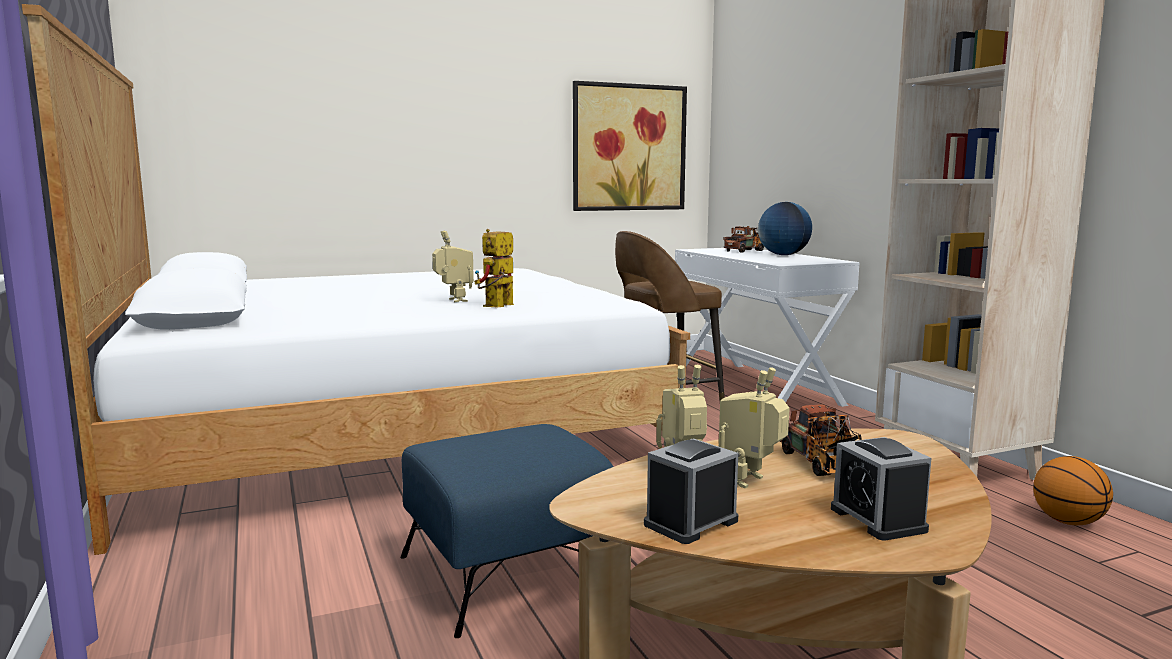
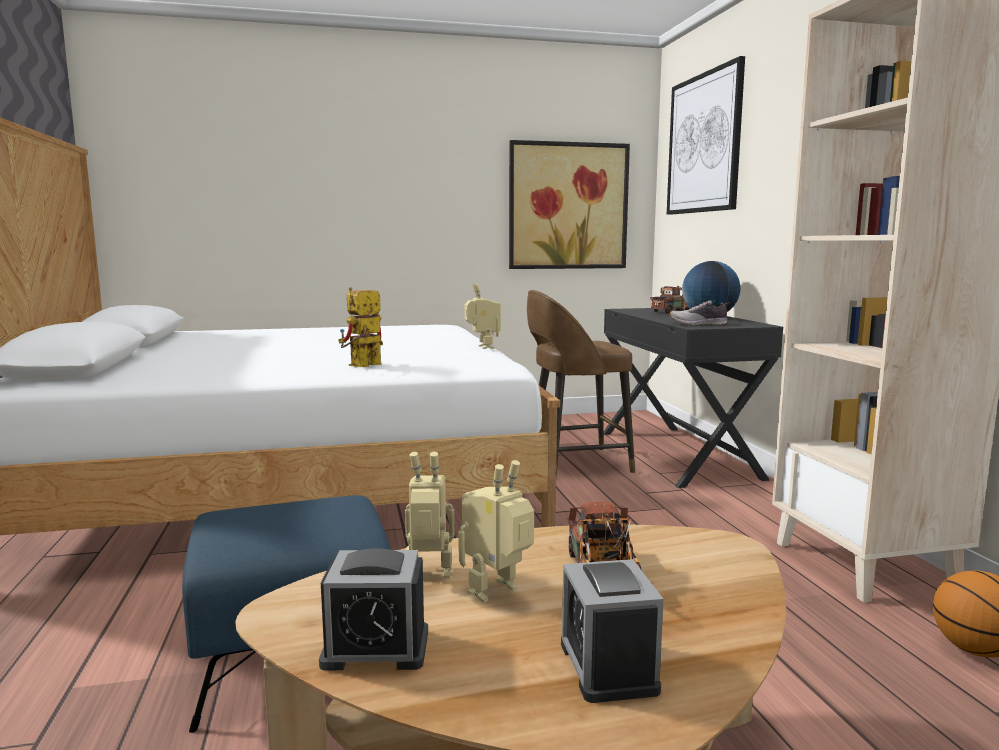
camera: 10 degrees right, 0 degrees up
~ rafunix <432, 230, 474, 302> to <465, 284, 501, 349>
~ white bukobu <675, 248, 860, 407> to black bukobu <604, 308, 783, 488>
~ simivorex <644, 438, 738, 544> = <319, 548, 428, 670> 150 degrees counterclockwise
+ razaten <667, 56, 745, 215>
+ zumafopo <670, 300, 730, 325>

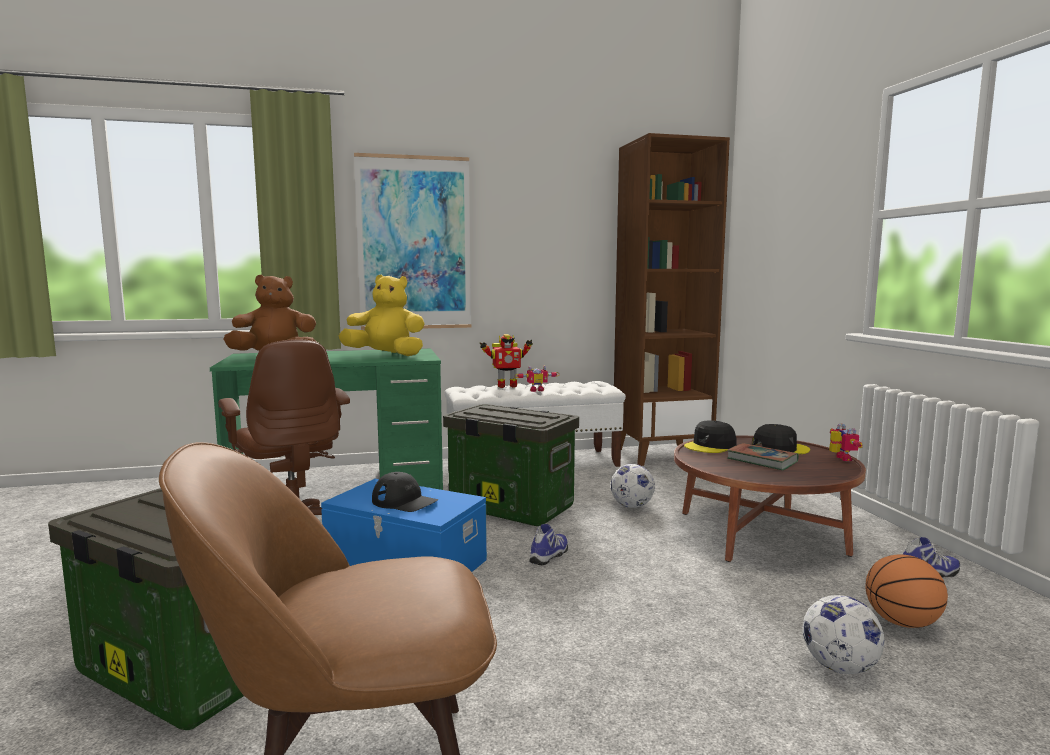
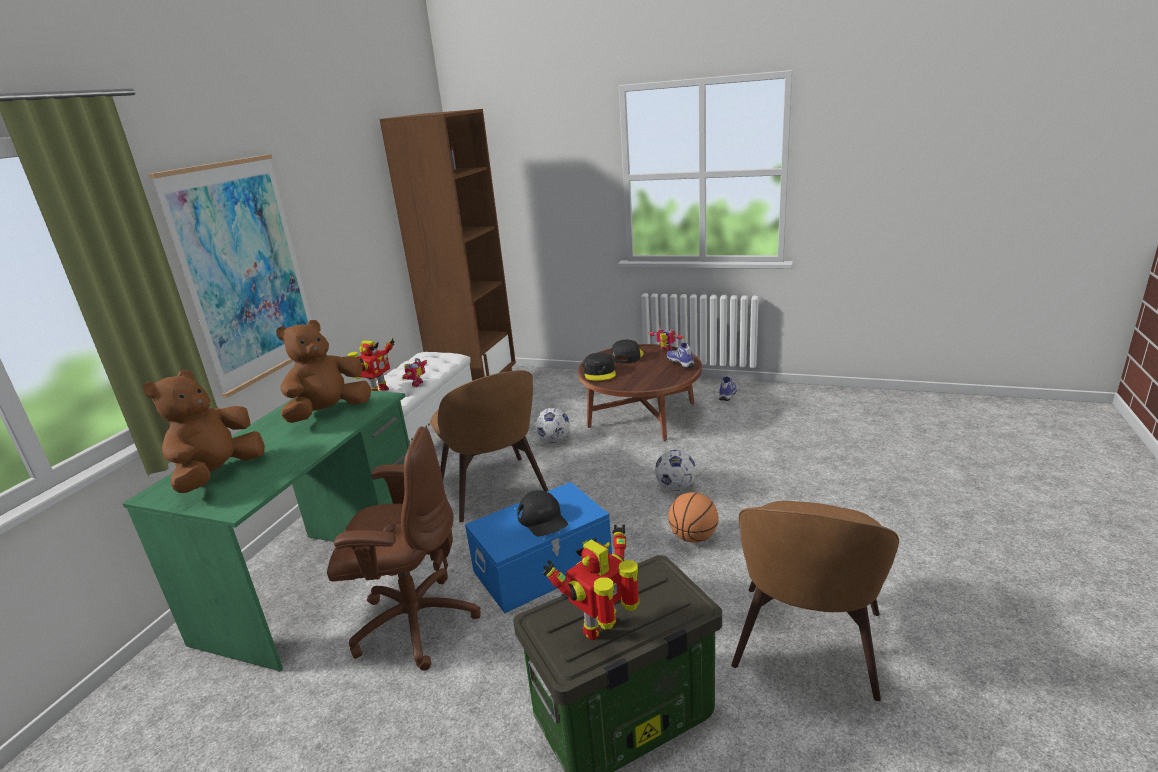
camera: 55 degrees left, 15 degrees up
~ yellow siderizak <339, 274, 425, 356> to brown siderizak <276, 320, 371, 423>
~ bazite <443, 404, 579, 526> to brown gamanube <430, 370, 549, 522>
- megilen <727, 443, 799, 470>
~ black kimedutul <372, 472, 438, 512> = <517, 490, 568, 537> 90 degrees clockwise
~ zumafopo <529, 524, 568, 565> to <667, 343, 695, 369>
~ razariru <865, 554, 948, 628> to <668, 492, 719, 543>
~ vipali <803, 595, 885, 674> to <655, 450, 696, 491>
+ rafunix <543, 525, 640, 640>

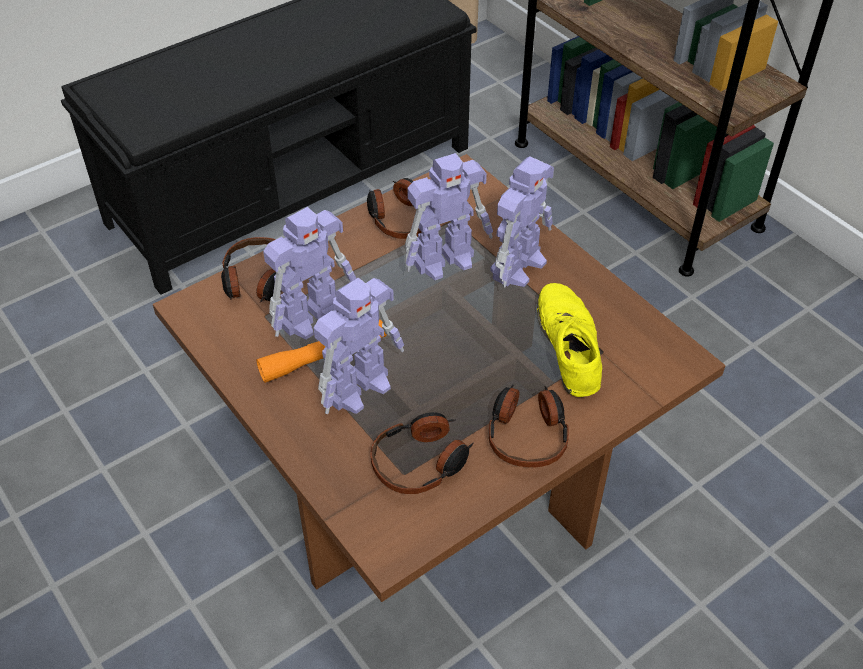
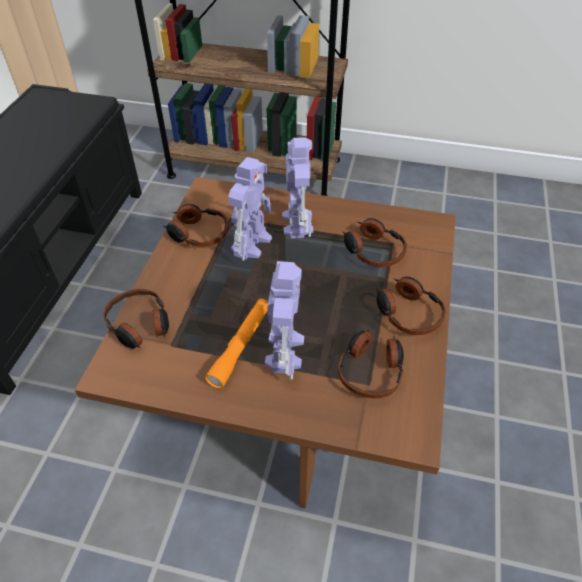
camera: 40 degrees left, 0 degrees up
- rafunix <263, 207, 356, 339>
~ yellow zumafopo <537, 283, 602, 397> to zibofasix <343, 218, 407, 267>

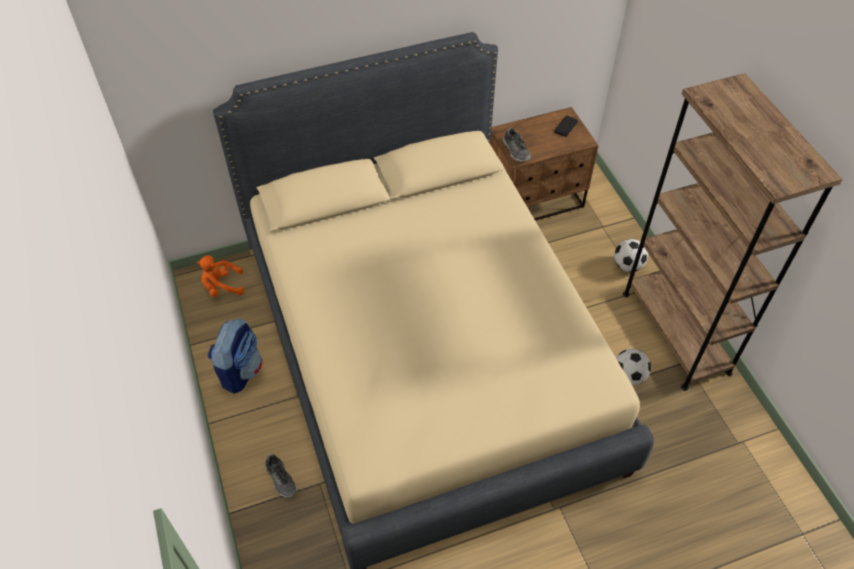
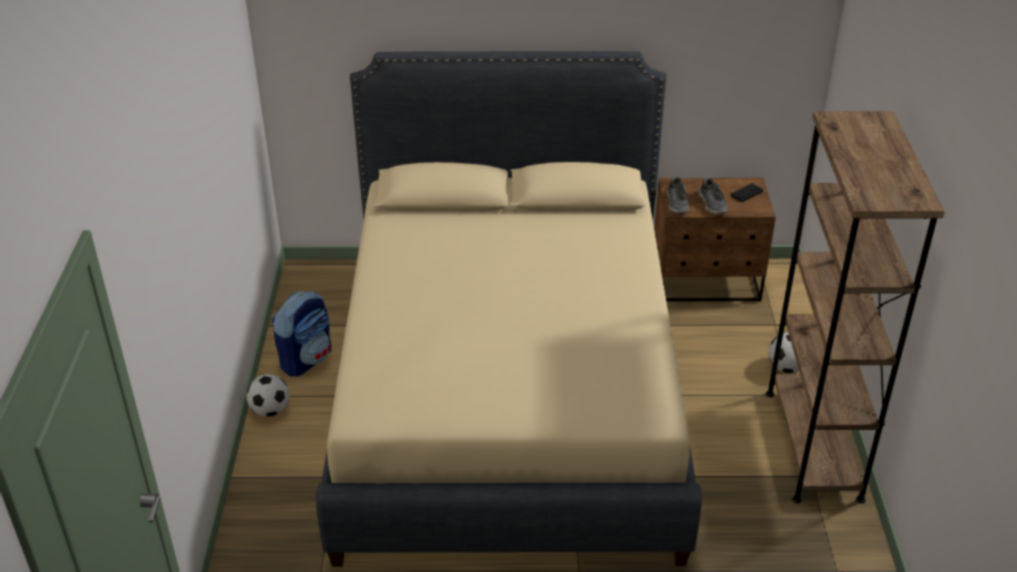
camera: 20 degrees right, 15 degrees down
- orange siderizak <197, 255, 244, 297>
~ vipali <616, 349, 651, 385> to <246, 374, 290, 417>
~ zumafopo <265, 454, 297, 497> to <699, 178, 728, 214>

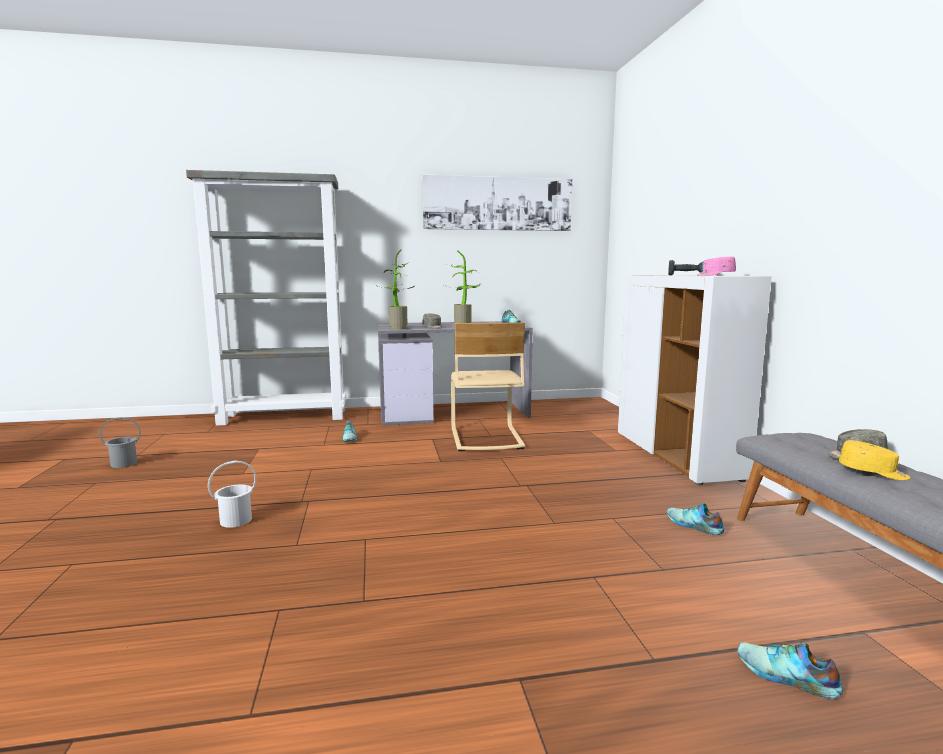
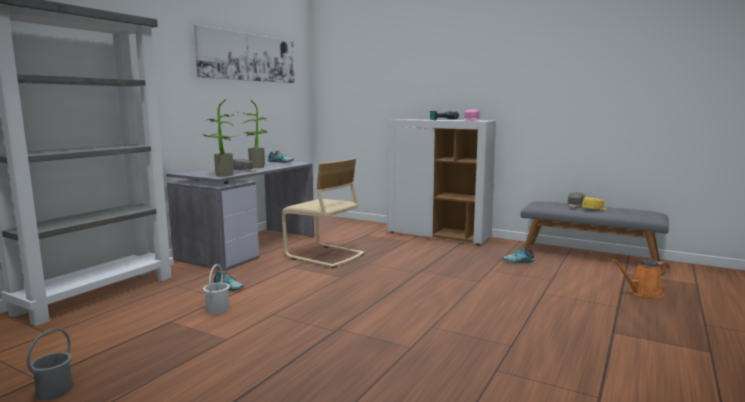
camera: 50 degrees left, 0 degrees up
~ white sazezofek <208, 461, 257, 528> to <203, 264, 230, 314>
~ zumafopo <737, 642, 843, 699> to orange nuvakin <612, 259, 670, 298>

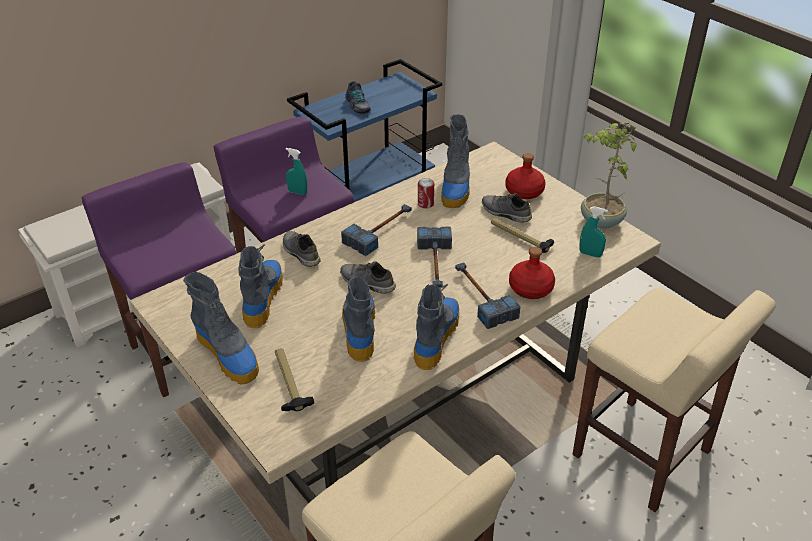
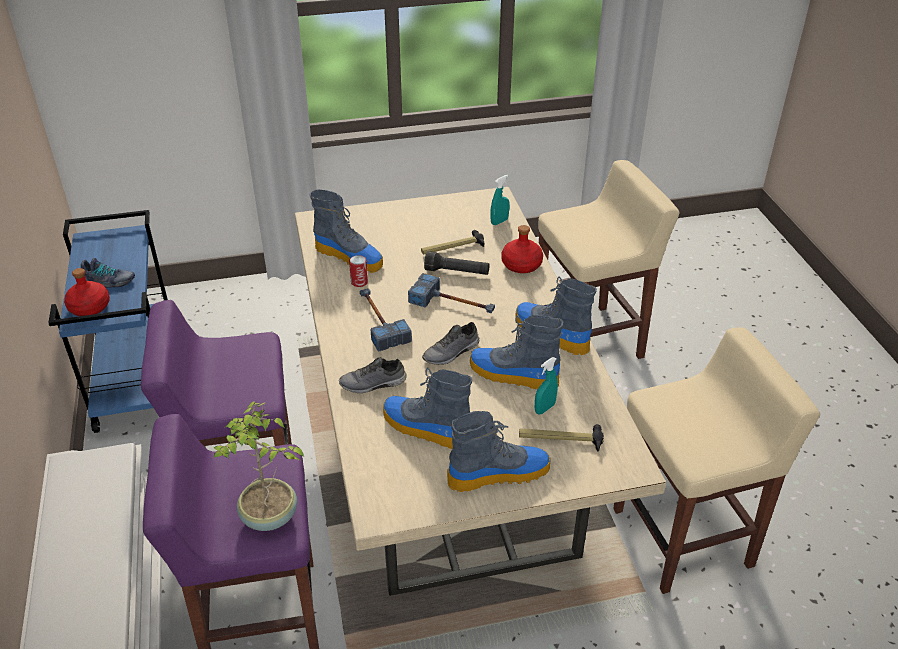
camera: 65 degrees left, 0 degrees up
~ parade <581, 122, 637, 229> to <213, 401, 305, 531>
~ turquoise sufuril <286, 148, 307, 195> to <535, 357, 558, 415>
~ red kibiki <506, 153, 546, 199> to <64, 268, 110, 316>
- grey zumafopo <482, 193, 532, 223>
- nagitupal <455, 262, 520, 329>
+ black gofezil <424, 251, 490, 275>

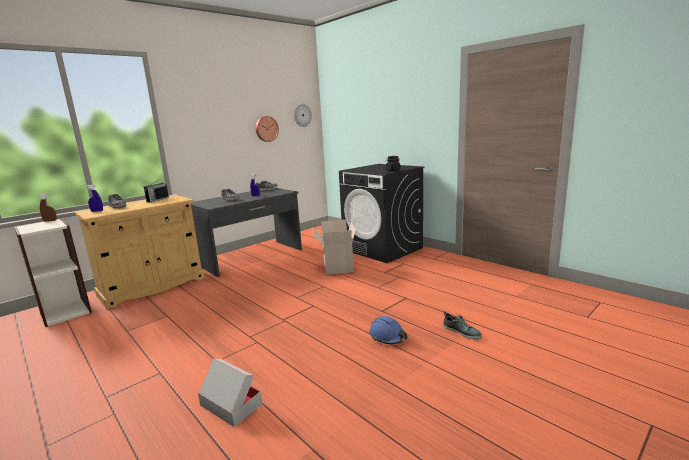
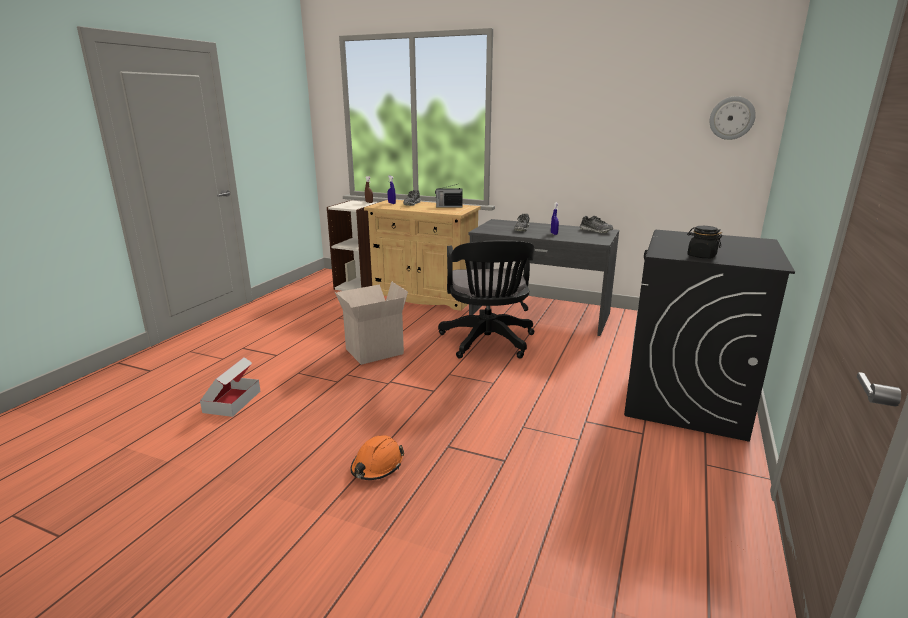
camera: 65 degrees right, 5 degrees up
- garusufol <256, 116, 279, 142>
~ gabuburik <312, 219, 356, 275> to <334, 281, 408, 365>
- zumafopo <443, 311, 482, 339>
~ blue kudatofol <369, 316, 408, 344> to orange kudatofol <350, 435, 404, 480>
+ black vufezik <438, 240, 535, 359>

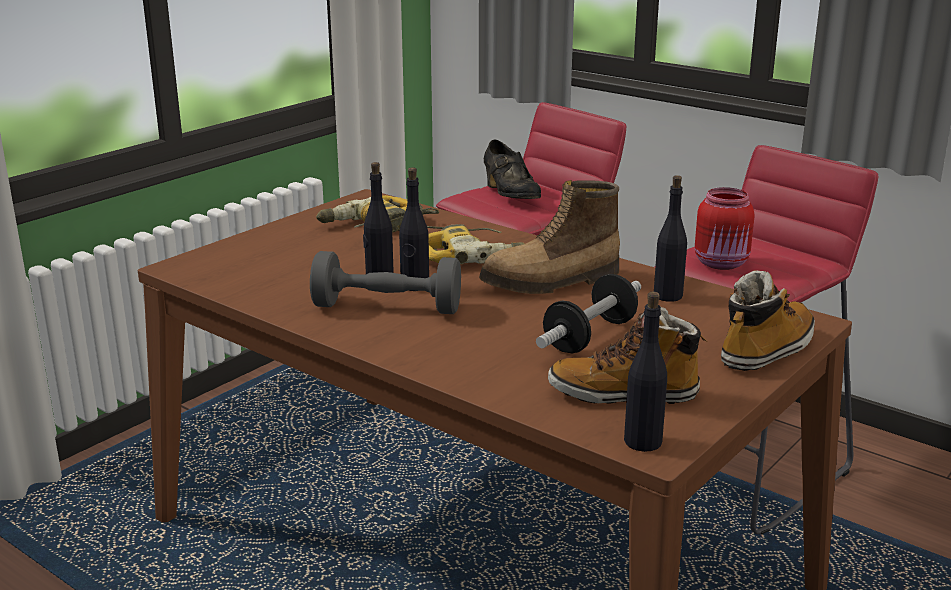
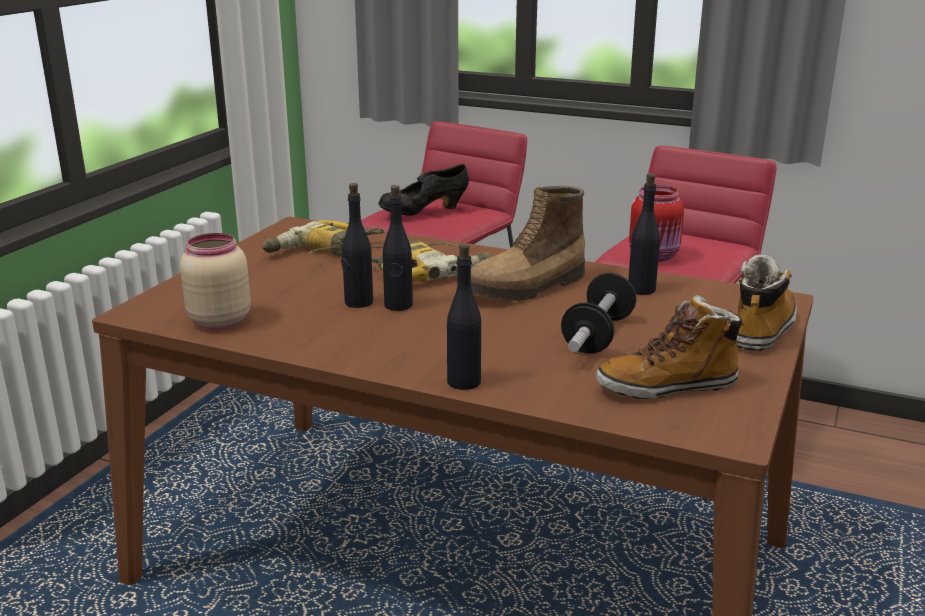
camera: 15 degrees left, 0 degrees up
~ black zumafopo <484, 140, 541, 199> = <378, 164, 469, 216> 105 degrees clockwise
- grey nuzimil <310, 251, 461, 314>
~ black kibiki <624, 292, 667, 452> to <447, 243, 481, 390>
+ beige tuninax <180, 233, 251, 329>

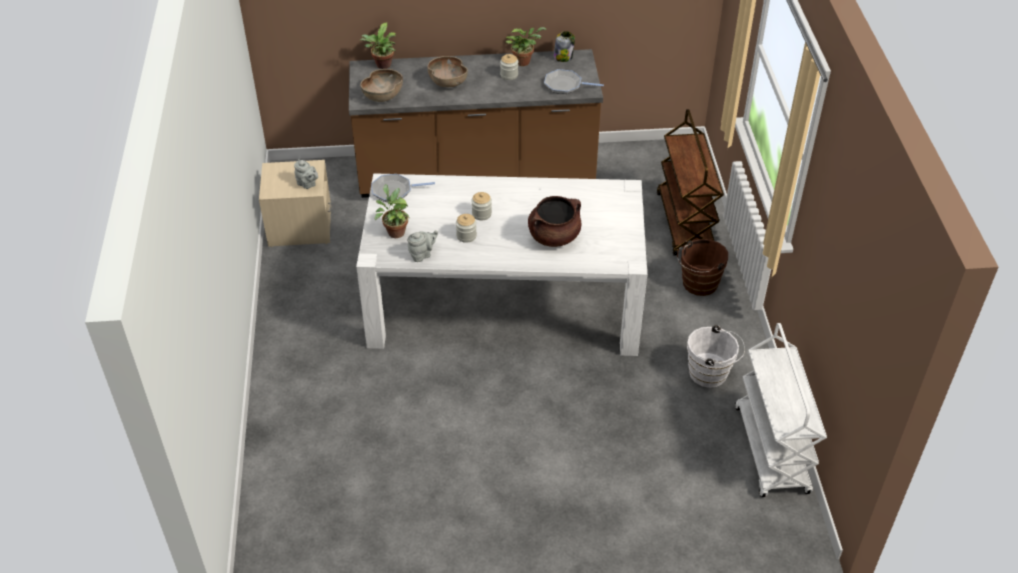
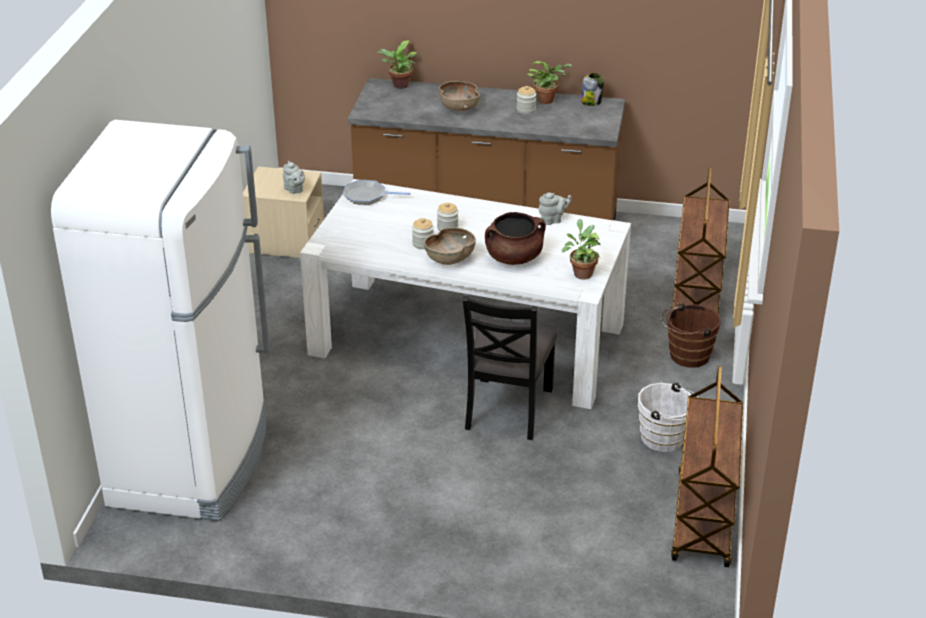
camera: 15 degrees right, 10 degrees down
~ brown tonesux <360, 69, 403, 102> to <424, 227, 476, 265>
- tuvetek <544, 69, 604, 94>
~ parade <374, 184, 410, 238> to <562, 219, 601, 279>
~ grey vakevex <407, 230, 438, 262> to <539, 192, 572, 225>
~ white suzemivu <735, 323, 827, 497> to brown suzemivu <671, 366, 743, 567>
+ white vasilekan <51, 120, 270, 521>
+ black gamanube <463, 296, 557, 440>

